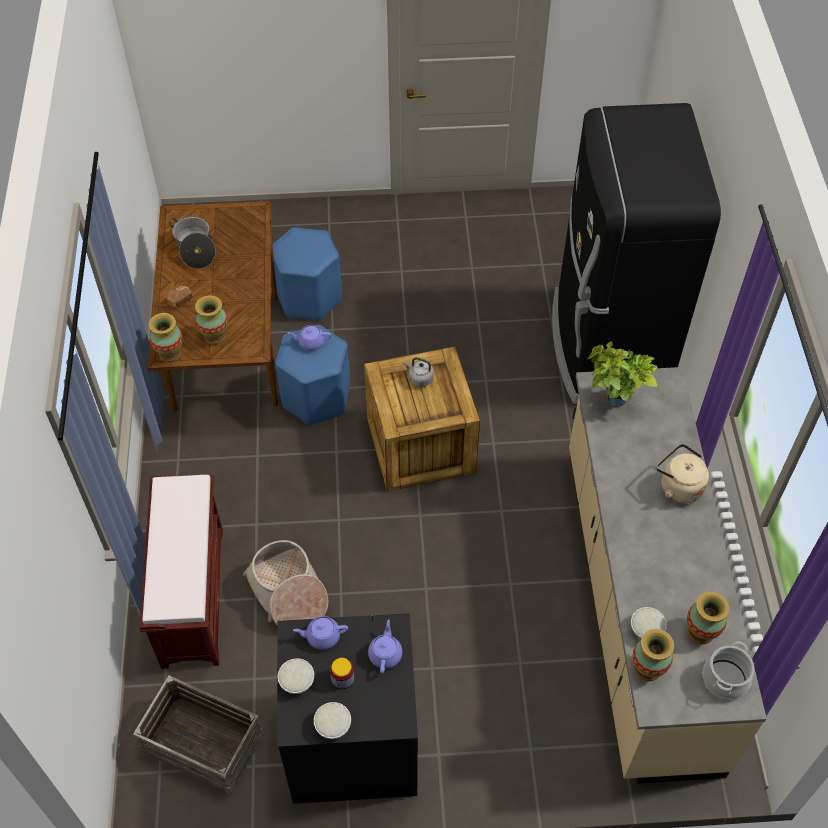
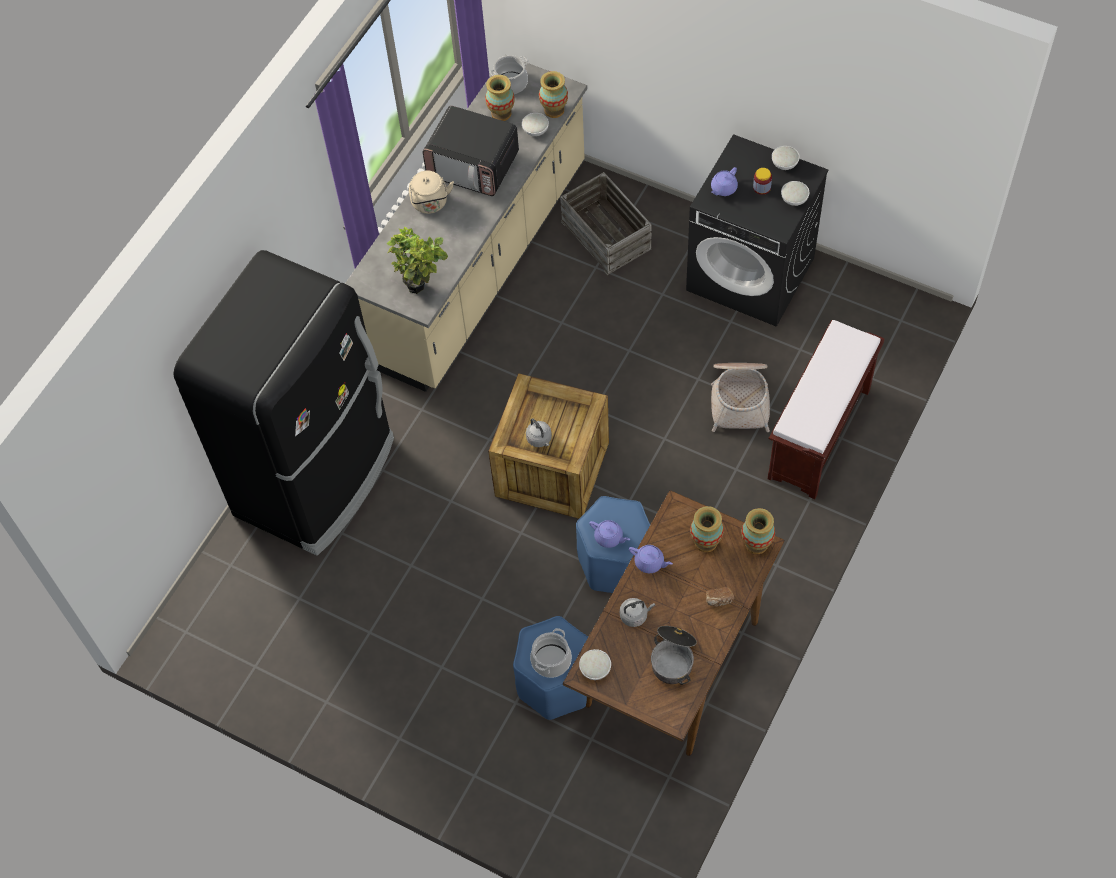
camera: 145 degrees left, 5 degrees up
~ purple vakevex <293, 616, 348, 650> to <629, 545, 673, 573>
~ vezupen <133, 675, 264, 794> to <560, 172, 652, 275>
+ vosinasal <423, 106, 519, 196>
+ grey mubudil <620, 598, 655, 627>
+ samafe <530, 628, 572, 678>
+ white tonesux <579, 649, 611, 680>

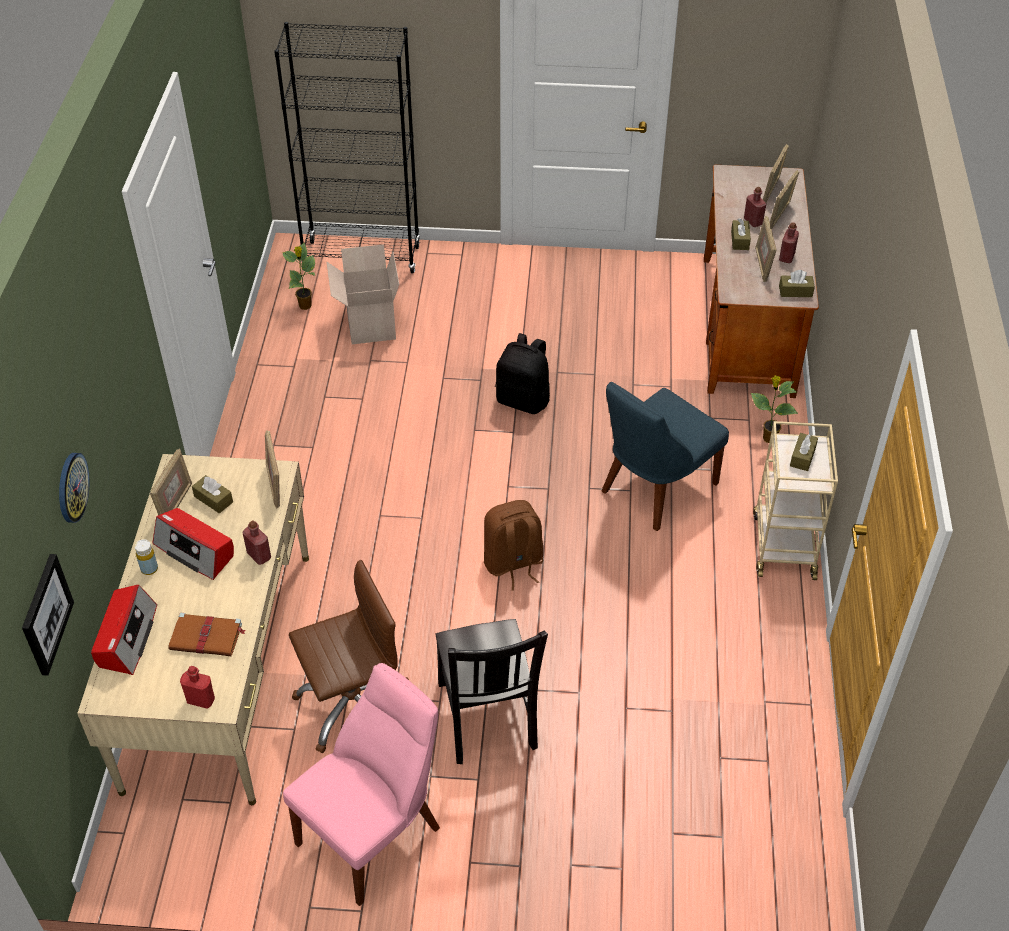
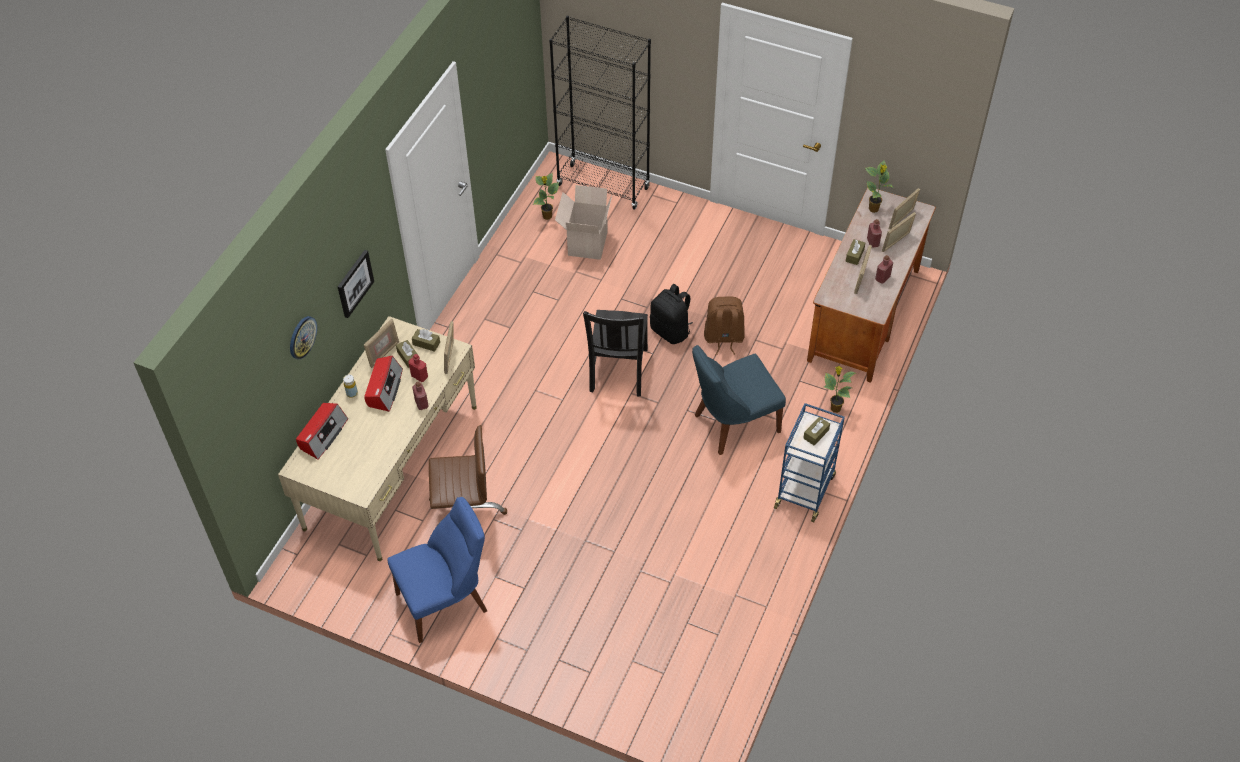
camera: 20 degrees right, 5 degrees up
~ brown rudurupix <779, 270, 815, 297> to <412, 329, 440, 352>
~ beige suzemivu <753, 421, 838, 580> to blue suzemivu <774, 403, 845, 522>
~ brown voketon <484, 500, 544, 591> to <704, 297, 745, 355>
~ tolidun <153, 508, 234, 580> = <364, 356, 403, 412> 135 degrees counterclockwise
~ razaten <22, 554, 74, 676> to <338, 250, 374, 318>
- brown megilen <168, 613, 246, 656>
~ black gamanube <435, 619, 548, 764> to <583, 310, 648, 397>
~ pink gamanube <283, 663, 440, 906> to blue gamanube <387, 497, 487, 643>
~ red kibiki <180, 666, 215, 709> to <409, 354, 428, 382>
+ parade <865, 160, 893, 213>

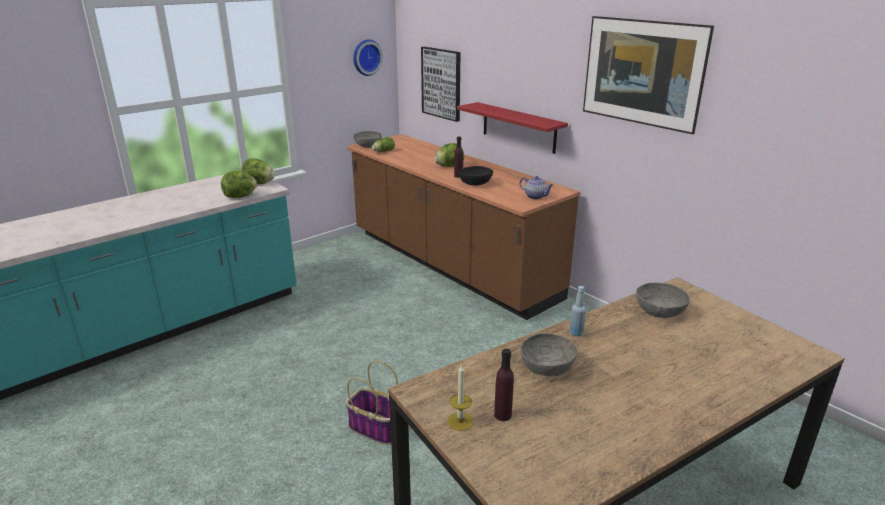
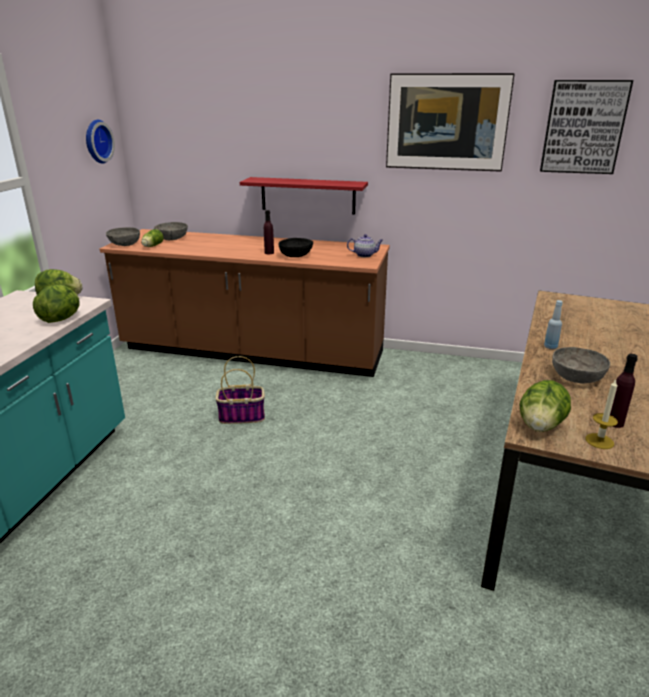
camera: 35 degrees left, 0 degrees up
~ razaten <421, 47, 460, 122> to <540, 80, 634, 174>
~ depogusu <434, 143, 464, 167> to <519, 380, 571, 432>
~ grey tonesux <636, 283, 690, 318> to <154, 222, 188, 240>
~ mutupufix <345, 360, 398, 445> to <215, 356, 265, 424>

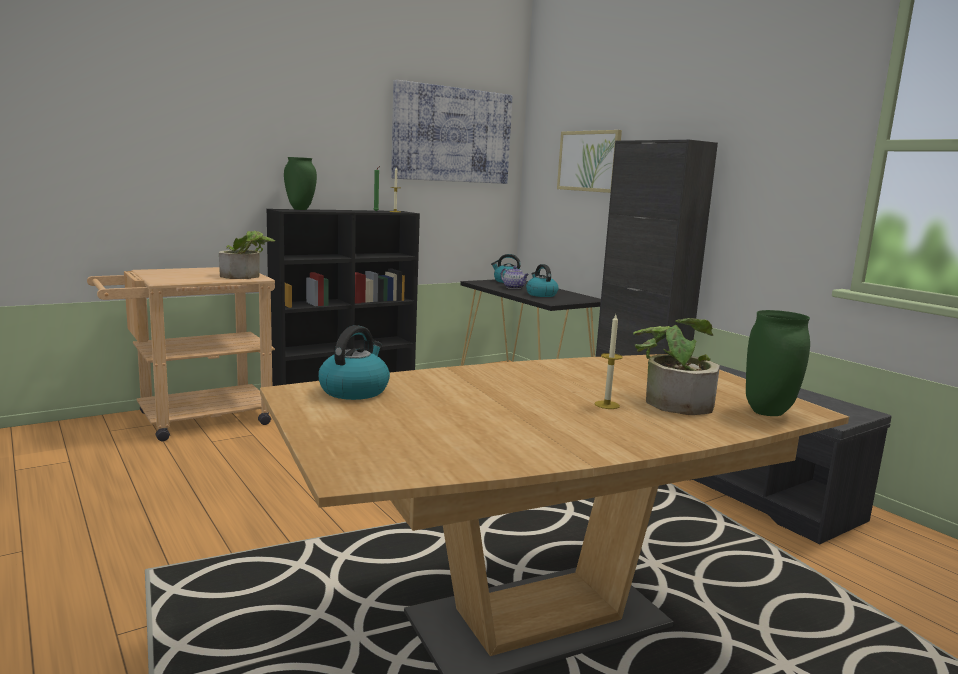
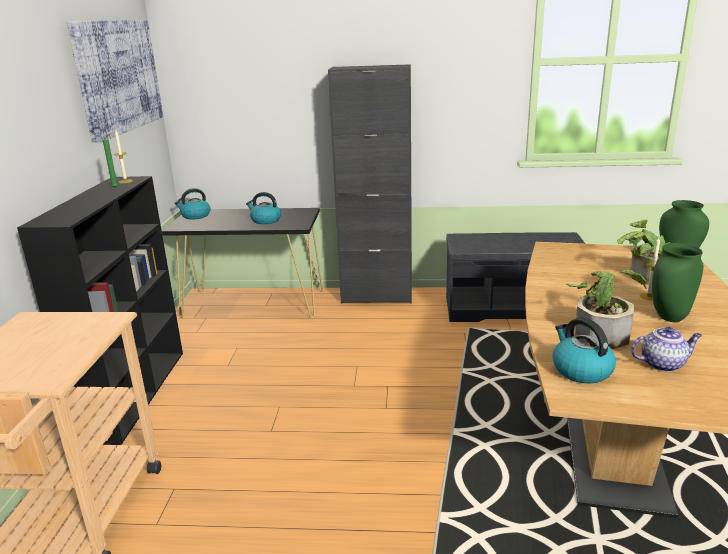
camera: 50 degrees left, 10 degrees up
- razaten <557, 130, 622, 193>
~ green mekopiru <284, 157, 317, 210> to <652, 243, 703, 323>
~ parade <219, 230, 275, 279> to <566, 270, 647, 349>
~ vakevex <501, 266, 529, 289> to <631, 327, 702, 372>

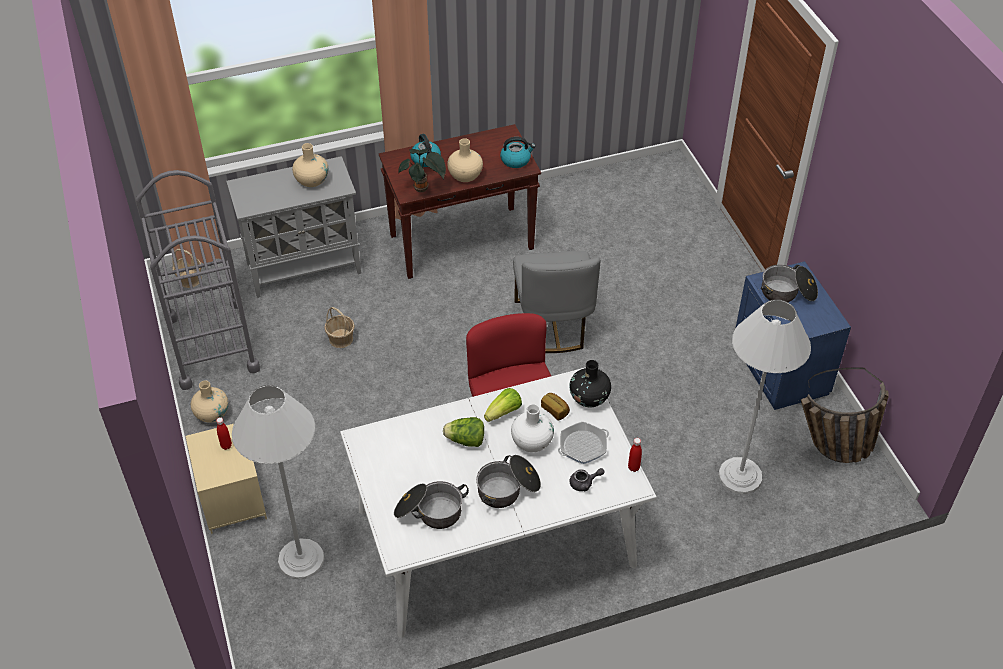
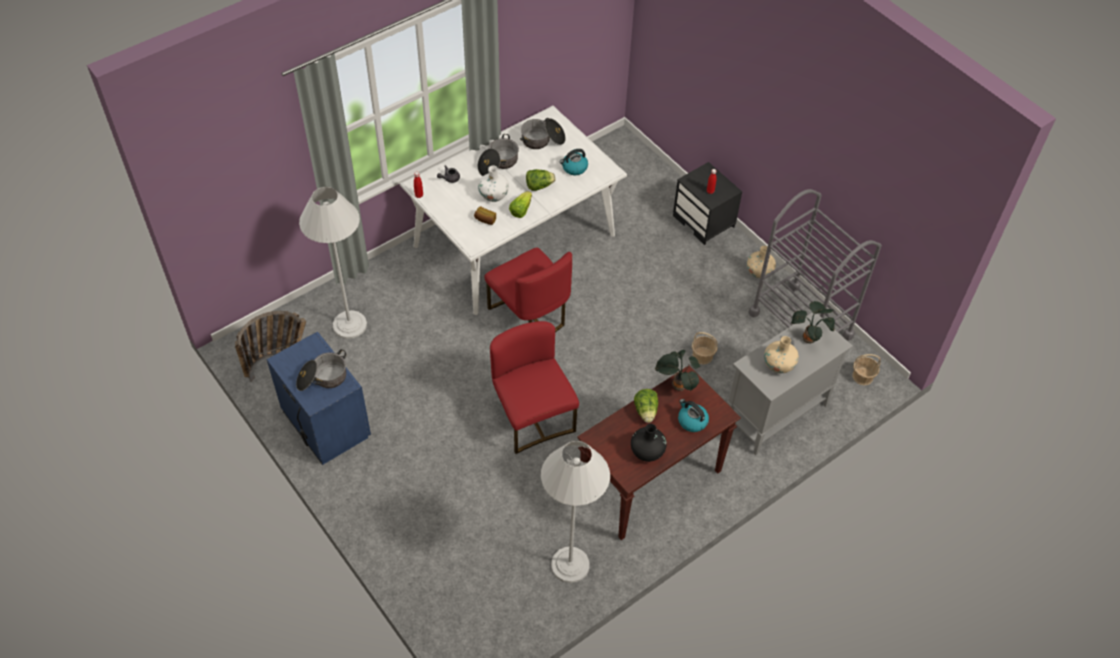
camera: 160 degrees right, 5 degrees up
~ mubudil <500, 137, 536, 168> to <560, 149, 588, 175>
~ beige mekopiru <447, 138, 483, 182> to depogusu <634, 389, 658, 423>
~ grey gamanube <513, 251, 601, 353> to red gamanube <490, 321, 579, 454>
~ black mekopiru <569, 360, 611, 407> to <631, 424, 667, 462>
~ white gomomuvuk <232, 385, 324, 580> to <541, 440, 610, 583>
- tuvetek <558, 421, 609, 464>
~ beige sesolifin <185, 424, 267, 534> to black sesolifin <673, 162, 742, 245>
+ parade <791, 301, 835, 344>

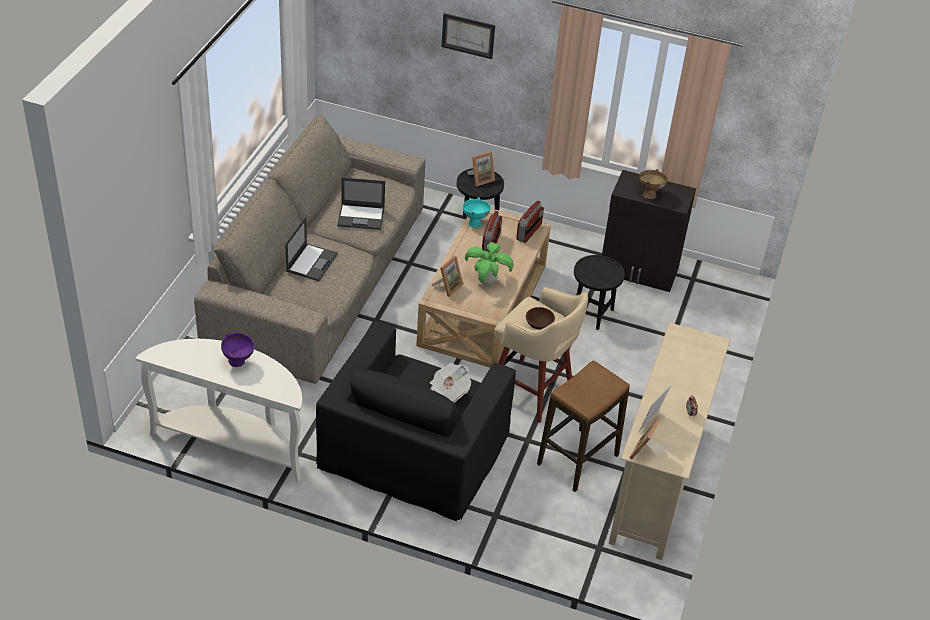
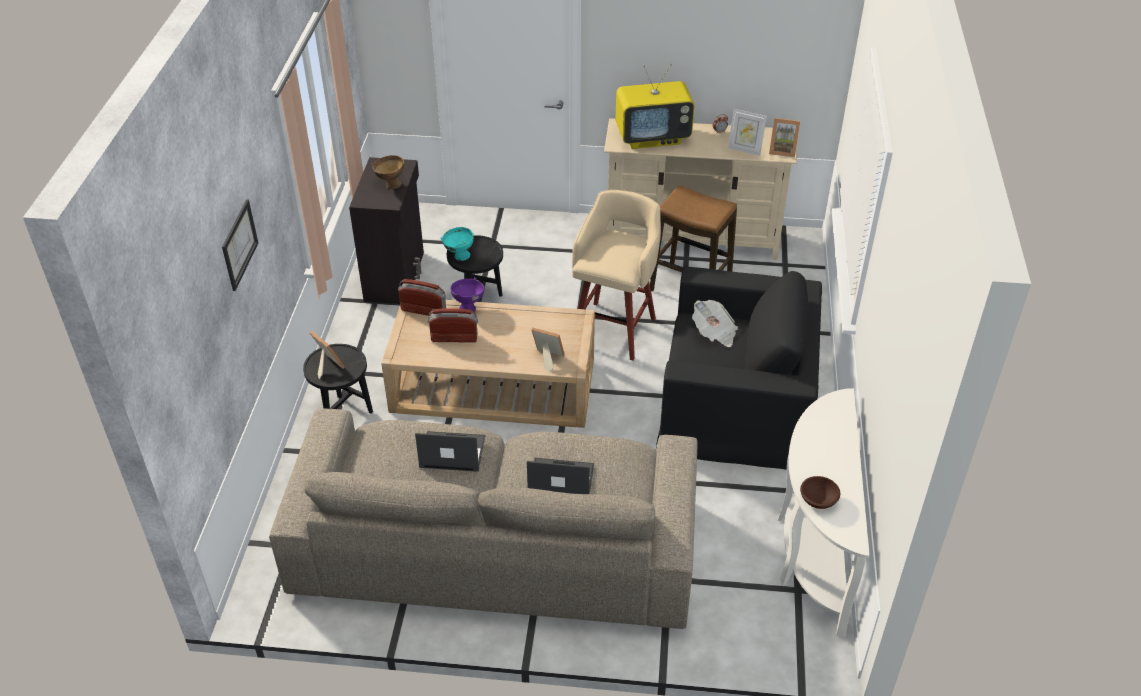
camera: 100 degrees left, 0 degrees up
~ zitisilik <337, 177, 385, 230> = <415, 431, 485, 472> 75 degrees counterclockwise
~ turquoise tonesux <463, 197, 491, 228> to <440, 227, 474, 261>
- parade <465, 242, 514, 285>
~ brown tonesux <526, 307, 555, 330> to <800, 476, 840, 509>
~ purple tonesux <221, 333, 254, 367> to <450, 277, 485, 313>
+ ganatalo <616, 64, 694, 149>

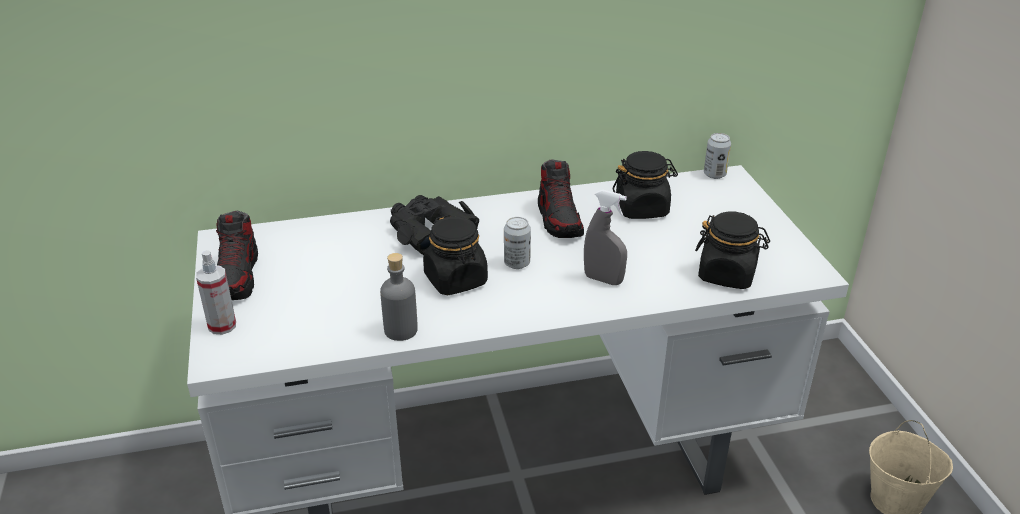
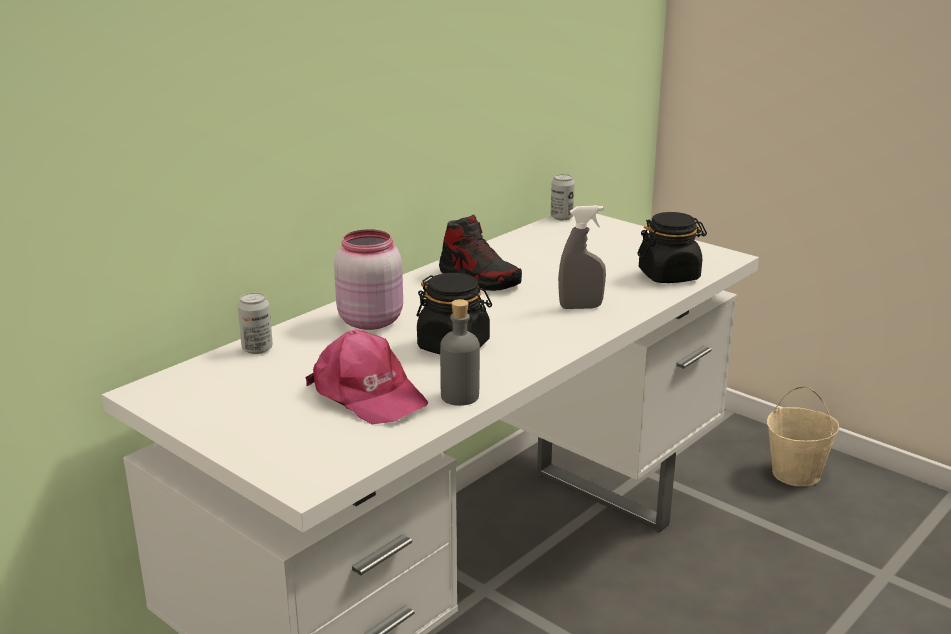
camera: 35 degrees left, 10 degrees down
- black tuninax <613, 151, 678, 219>
~ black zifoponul <390, 195, 480, 255> to pink tuninax <334, 229, 403, 330>
- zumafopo <216, 211, 258, 300>
~ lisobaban <504, 217, 531, 269> to <238, 292, 273, 354>
- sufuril <196, 250, 236, 335>
+ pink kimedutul <305, 330, 428, 424>

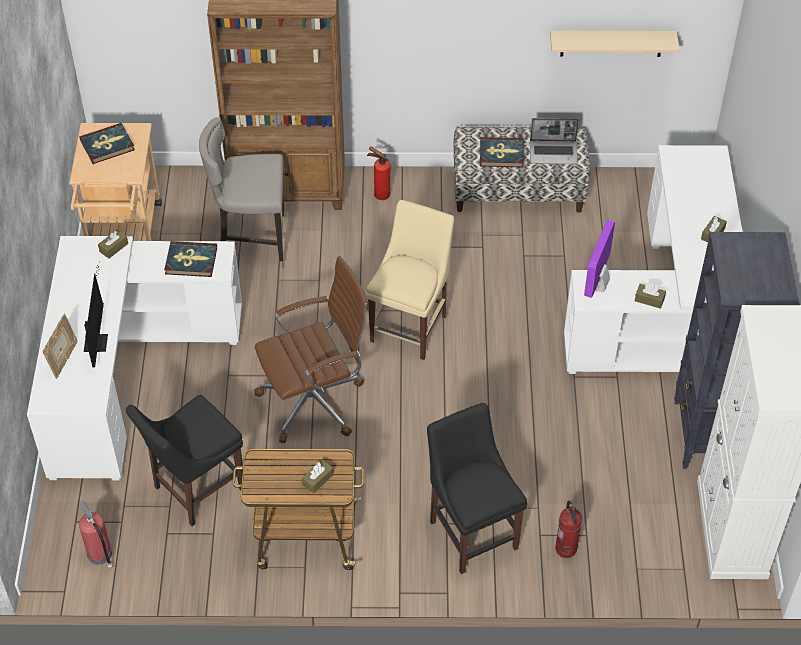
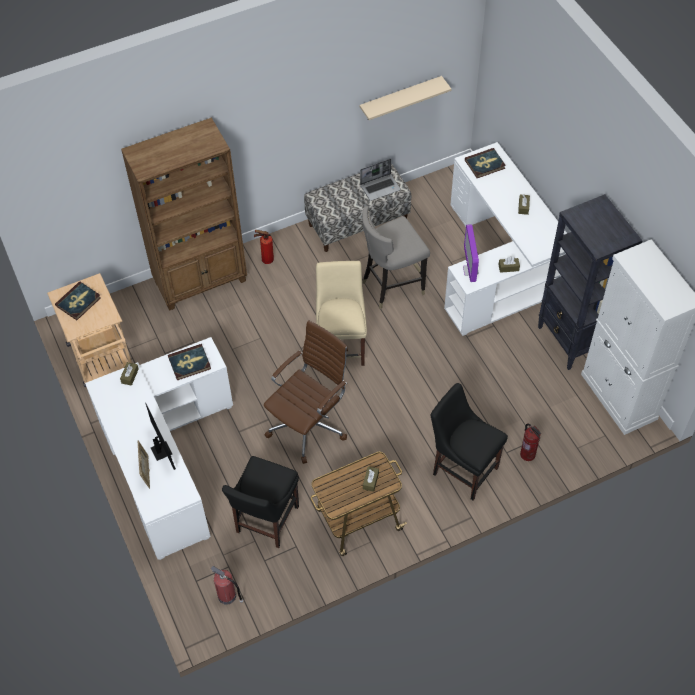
camera: 25 degrees left, 5 degrees up
~ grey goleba <199, 117, 284, 268> to <362, 206, 430, 309>
~ megilen <480, 137, 524, 168> to <465, 148, 506, 178>

